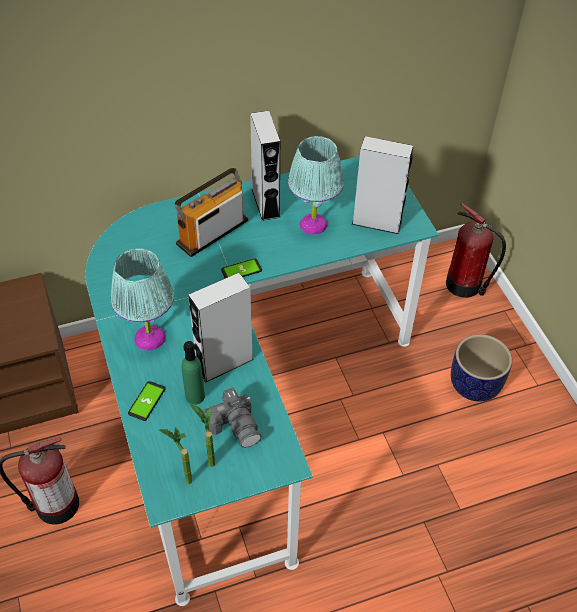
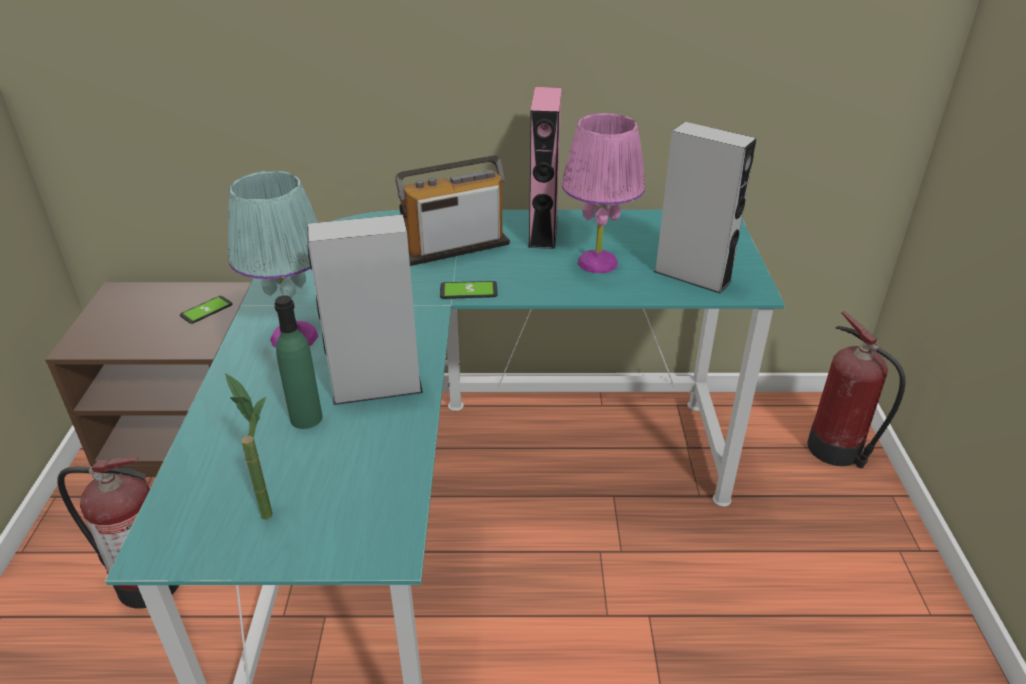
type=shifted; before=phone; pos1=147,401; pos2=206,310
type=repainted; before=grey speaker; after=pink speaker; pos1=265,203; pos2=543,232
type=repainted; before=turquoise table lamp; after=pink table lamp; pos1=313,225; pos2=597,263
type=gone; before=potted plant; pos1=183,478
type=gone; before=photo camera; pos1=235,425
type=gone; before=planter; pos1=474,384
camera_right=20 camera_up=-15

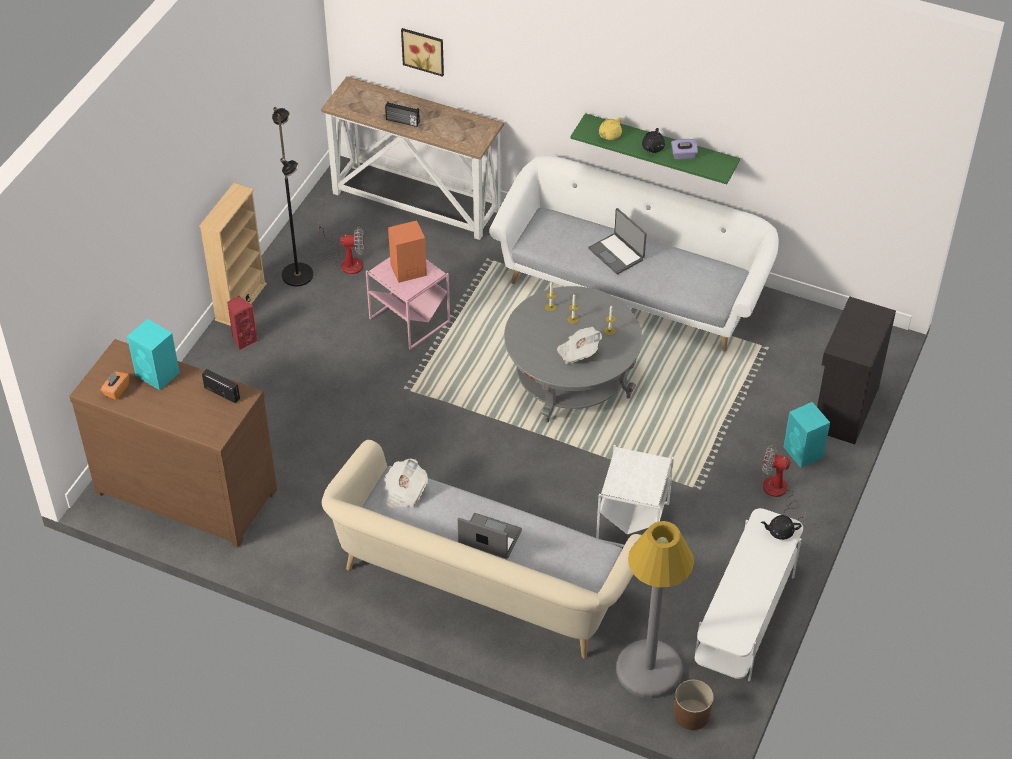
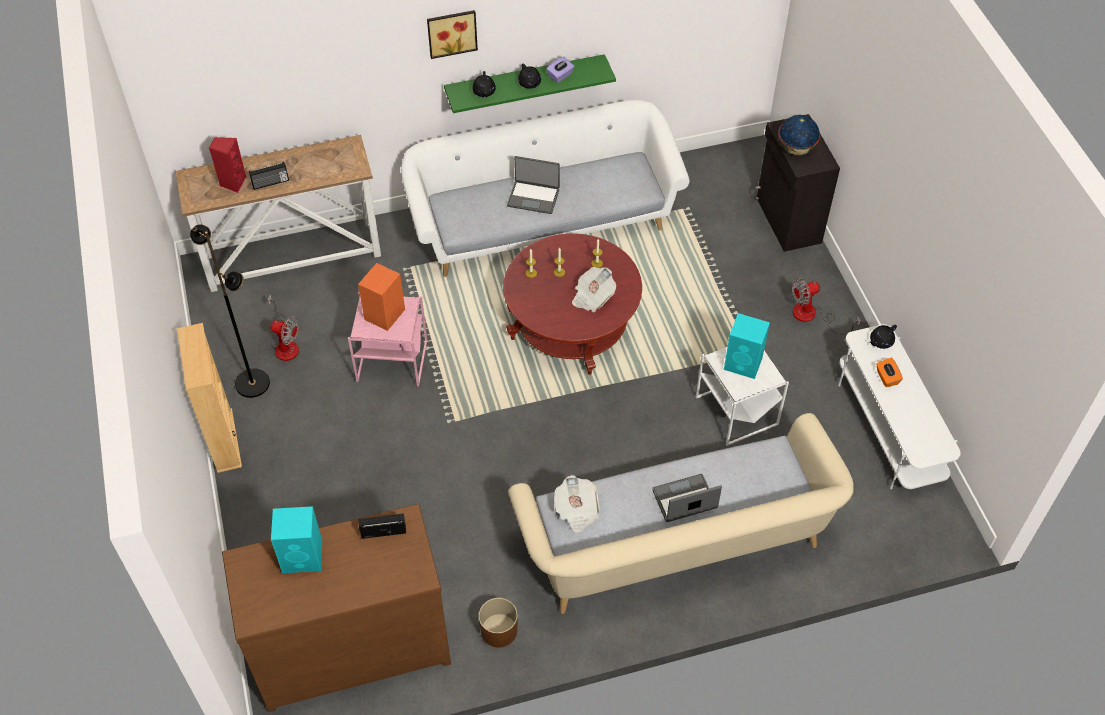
type=shifted; before=red speaker; pos1=244,340; pos2=232,183
type=rotated; before=fan; pos1=346,261; pos2=285,344; turn=60
type=shifted; before=picture; pos1=424,50; pos2=451,32
type=repainted; before=yellow teapot; after=black teapot; pos1=609,135; pos2=484,92
type=shifted; before=brown planter; pos1=691,714; pos2=498,631
type=repainted; before=grey coffee table; after=red coffee table; pos1=571,378; pos2=572,325
type=shifted; before=turquoise speaker; pos1=803,453; pos2=744,363
type=new; after=globe; pos2=796,149
type=shifted; before=orange tissue box; pos1=116,390; pos2=886,378
type=gone; before=grey floor lamp; pos1=649,669
camera_right=-40 camera_up=5

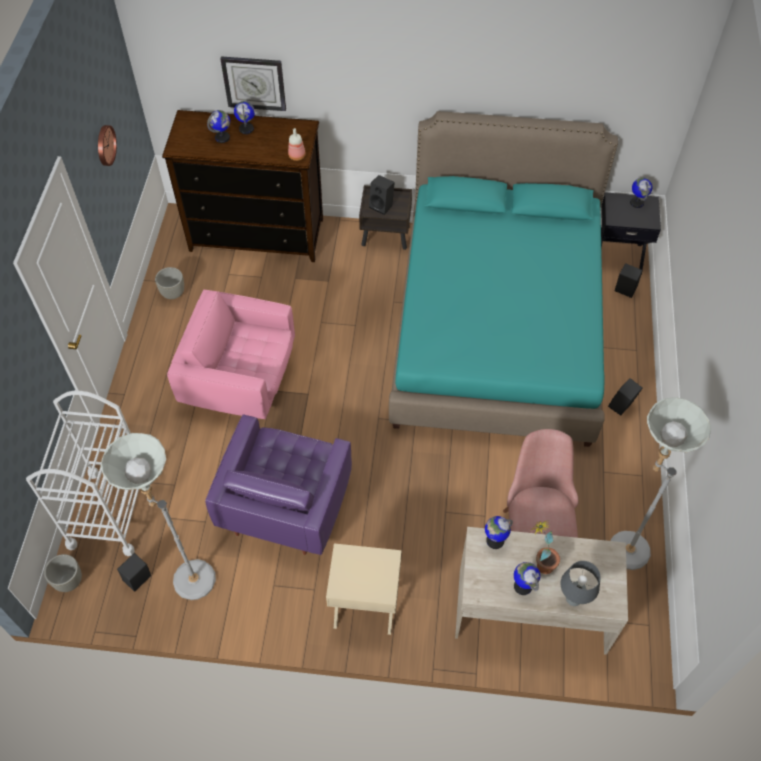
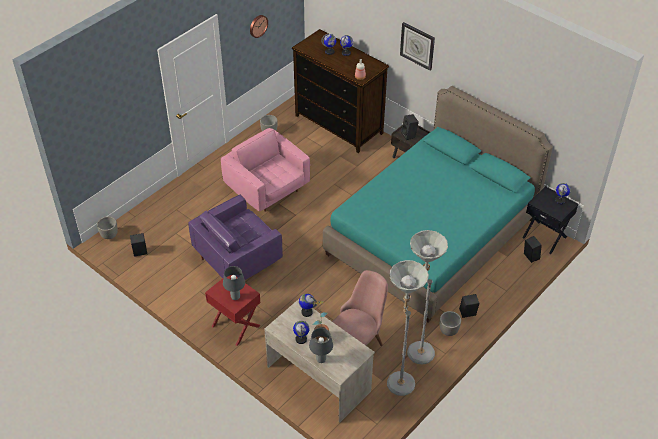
type=repainted; before=beige nightstand; after=red nightstand; pos1=365,606; pos2=235,326
type=new; after=grey table lamp; pos2=235,297
type=shifted; before=wall clock; pos1=254,83; pos2=417,46
type=shifted; before=grey floor lamp; pos1=187,575; pos2=418,348
type=new; after=grey planter; pos2=448,331
type=gone; before=white cart; pos1=111,512
camera_right=35 camera_up=-10

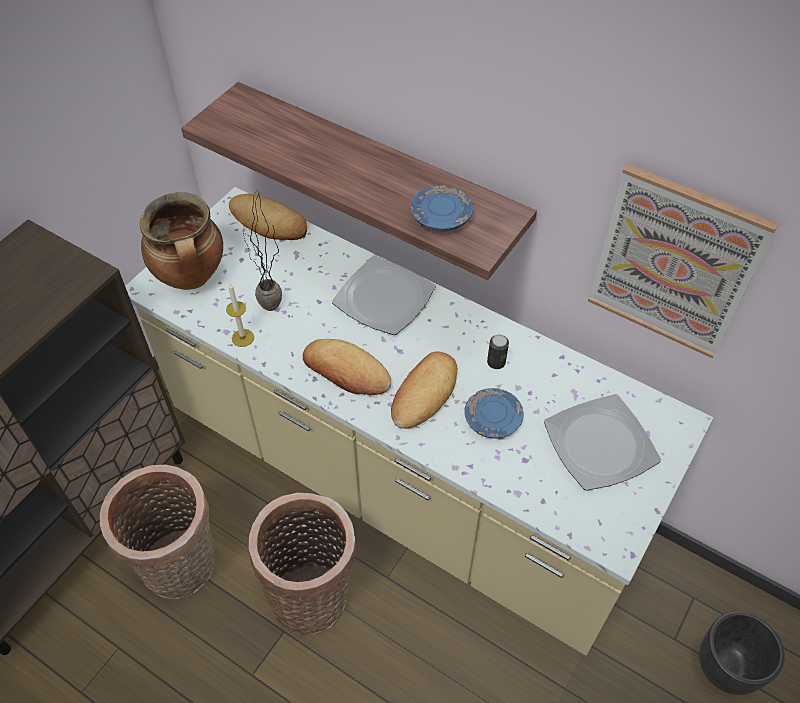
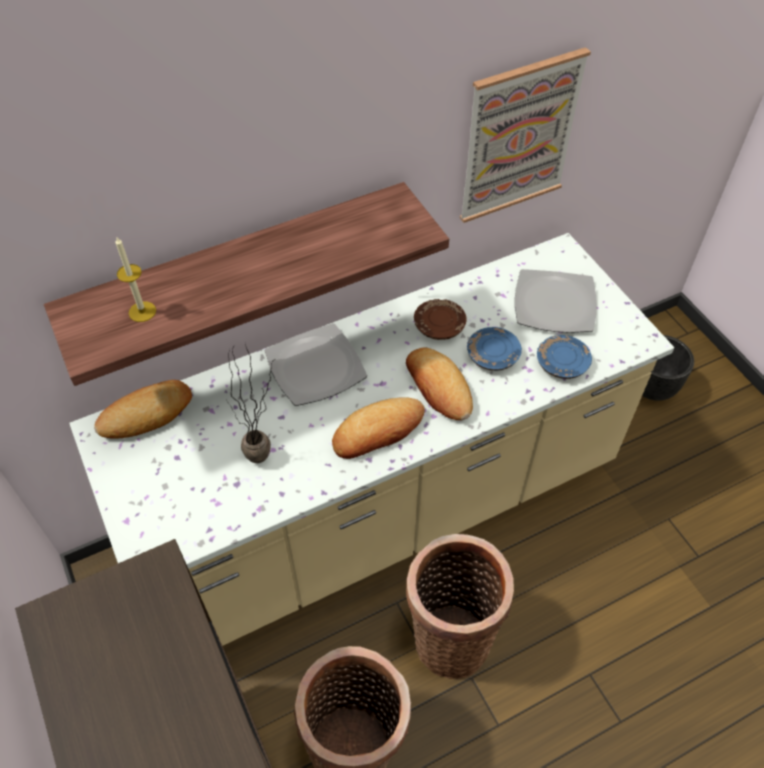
type=shifted; before=candle; pos1=243,338; pos2=142,311
type=swapped; before=can; after=brown plate; pos1=496,362; pos2=439,326
type=shifted; before=blue plate; pos1=440,217; pos2=561,363
type=gone; before=cooking pot; pos1=192,277
camera_right=-60 camera_up=0

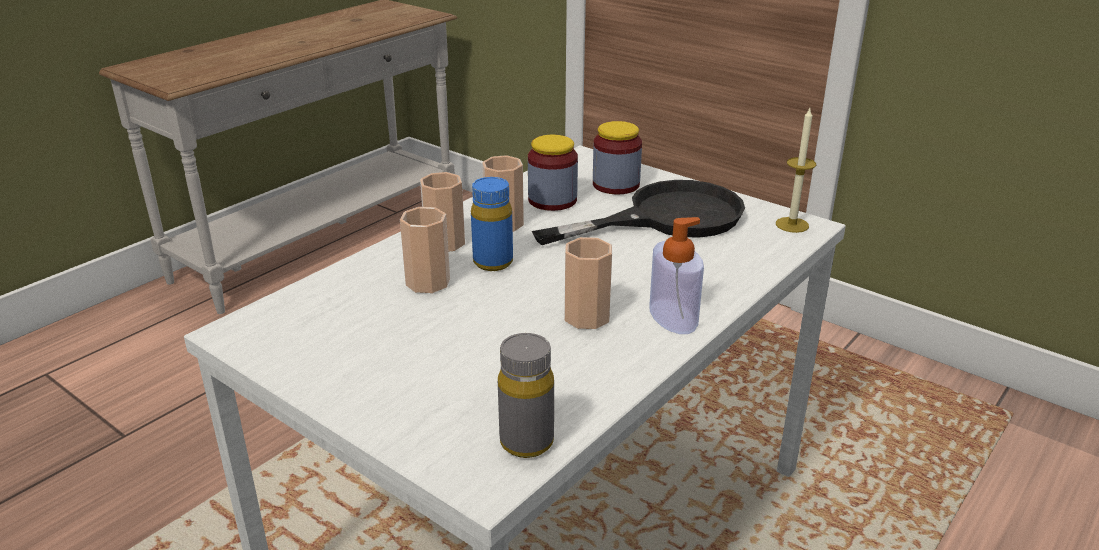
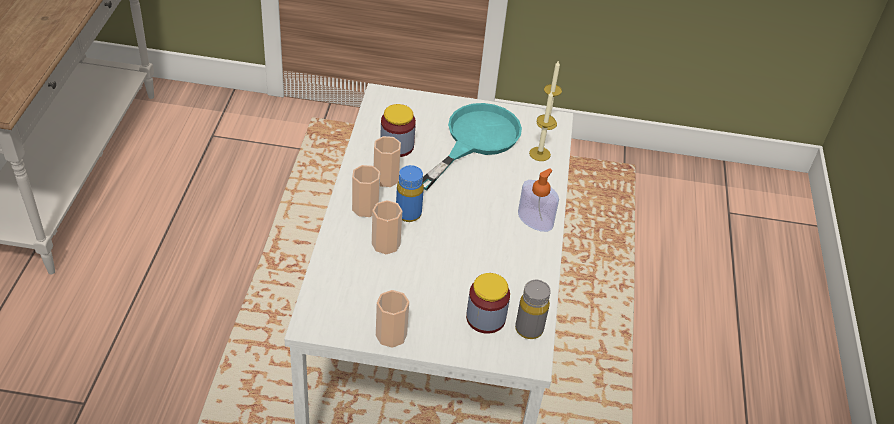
type=shifted; before=cup; pos1=587,317; pos2=391,335
type=repainted; before=black frying pan; after=turquoise frying pan; pos1=666,218; pos2=475,140
type=shifted; before=jar; pos1=616,185; pos2=485,318
type=new; after=candle; pos2=539,154
camera_right=-35 camera_up=15

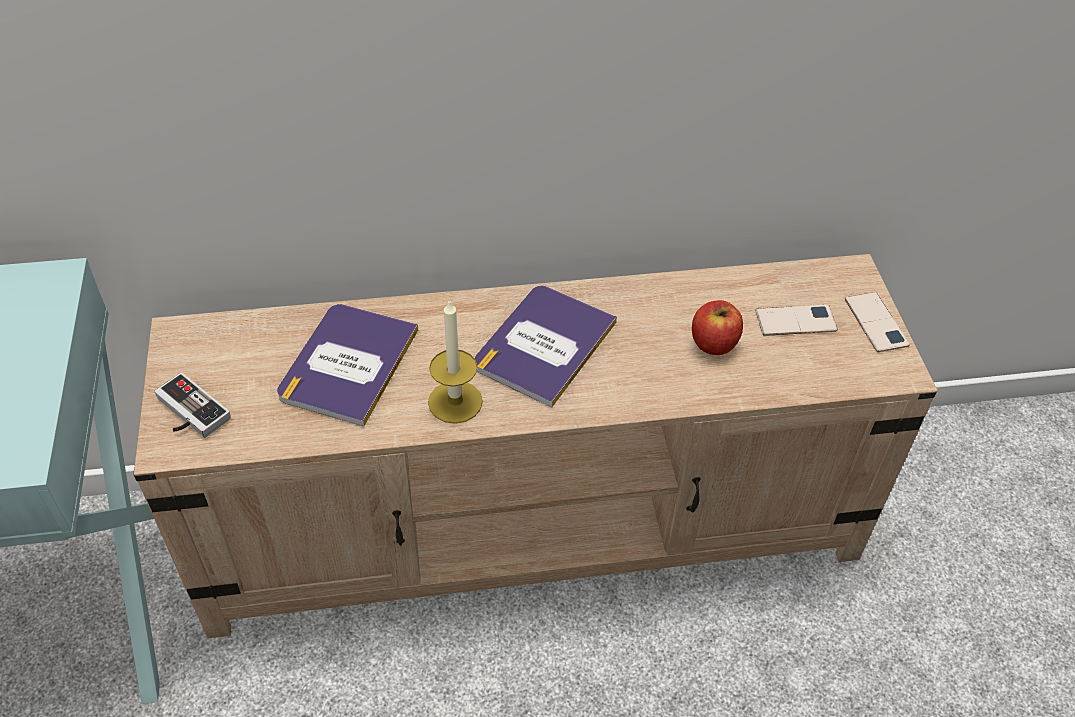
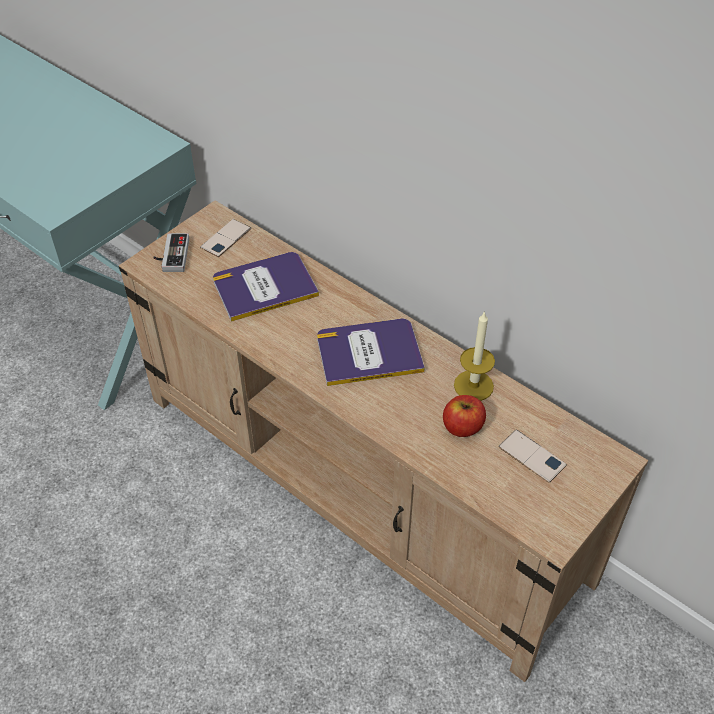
type=shifted; before=phone; pos1=876,322; pos2=226,238
type=shifted; before=candle; pos1=455,402; pos2=473,385
camera_right=50 camera_up=0

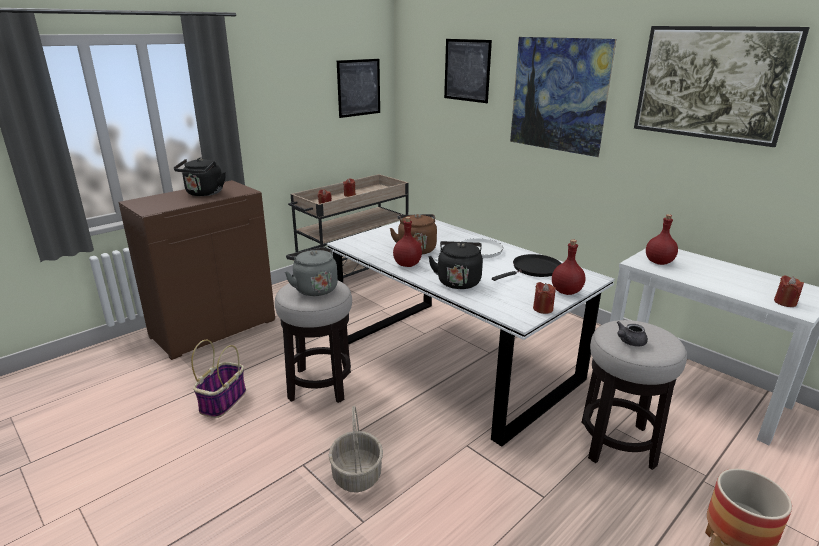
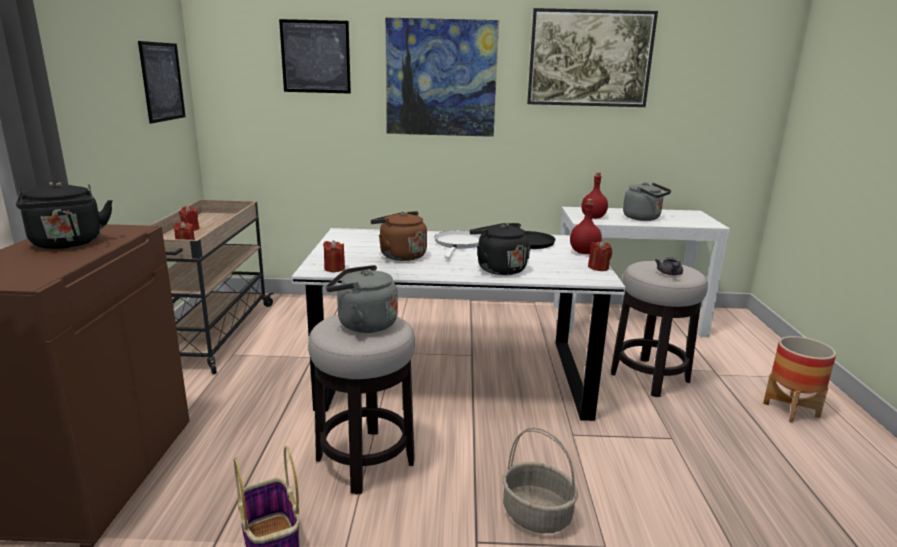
type=shifted; before=red candle; pos1=785,302; pos2=334,268
type=new; after=grey kettle; pos2=644,218
type=gone; before=red bottle; pos1=407,265
camera_right=-45 camera_up=-5

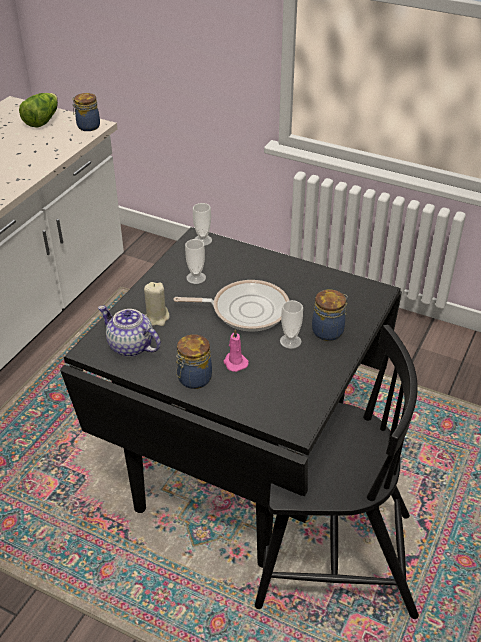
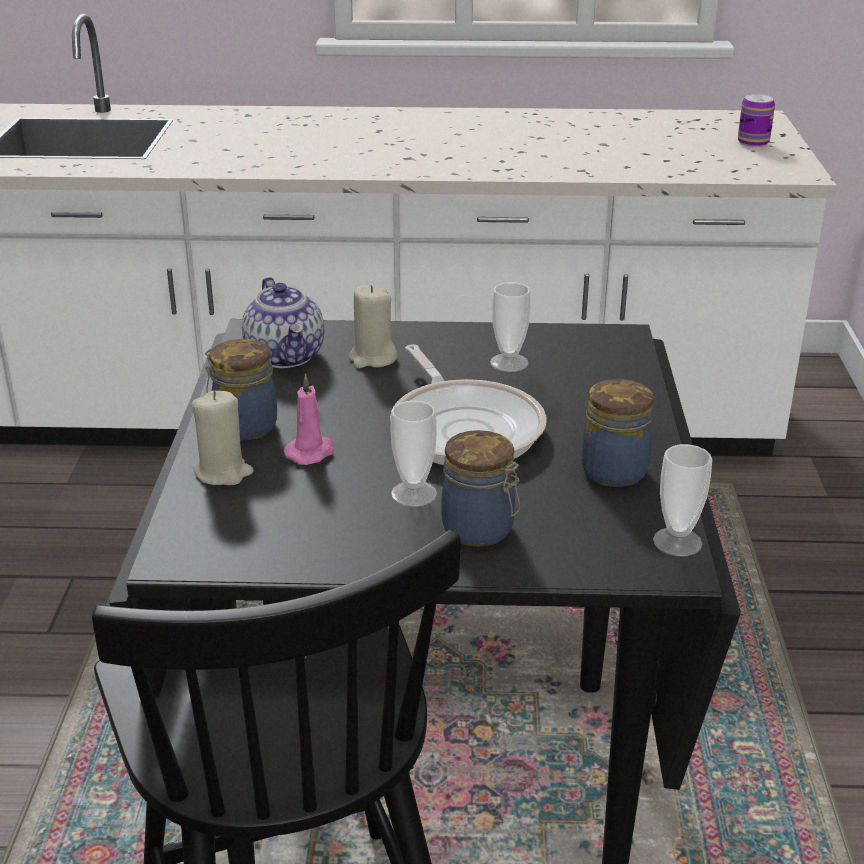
type=new; after=beige candle; pos2=223,472
type=rotated; before=teapot; pos1=130,346; pos2=286,356; turn=150
type=shifted; before=jar; pos1=87,126; pos2=613,469
type=shifted; before=cup; pos1=202,240; pos2=677,542
type=swapped; before=lettuce; after=can; pos1=42,120; pos2=753,142
camera_right=65 camera_up=-10

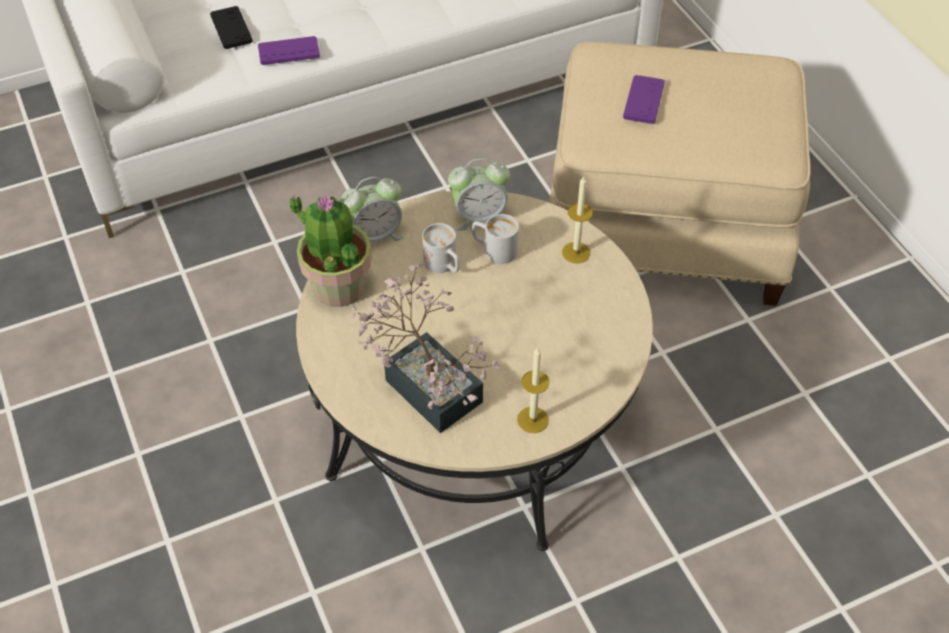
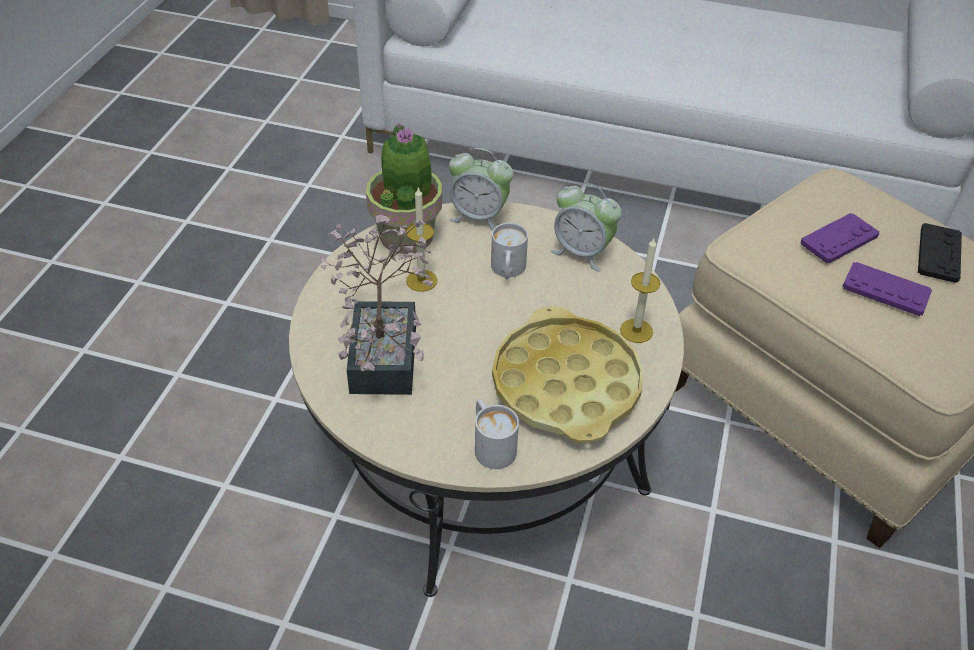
type=shifted; before=candle; pos1=532,420; pos2=421,280
type=shifted; before=white mug; pos1=494,250; pos2=491,445
type=new; after=yellow tray; pos2=566,384
type=shifted; before=purple game controller; pos1=289,52; pos2=886,290
type=shifted; before=black game controller; pos1=231,28; pos2=939,254
camera_right=40 camera_up=-5

